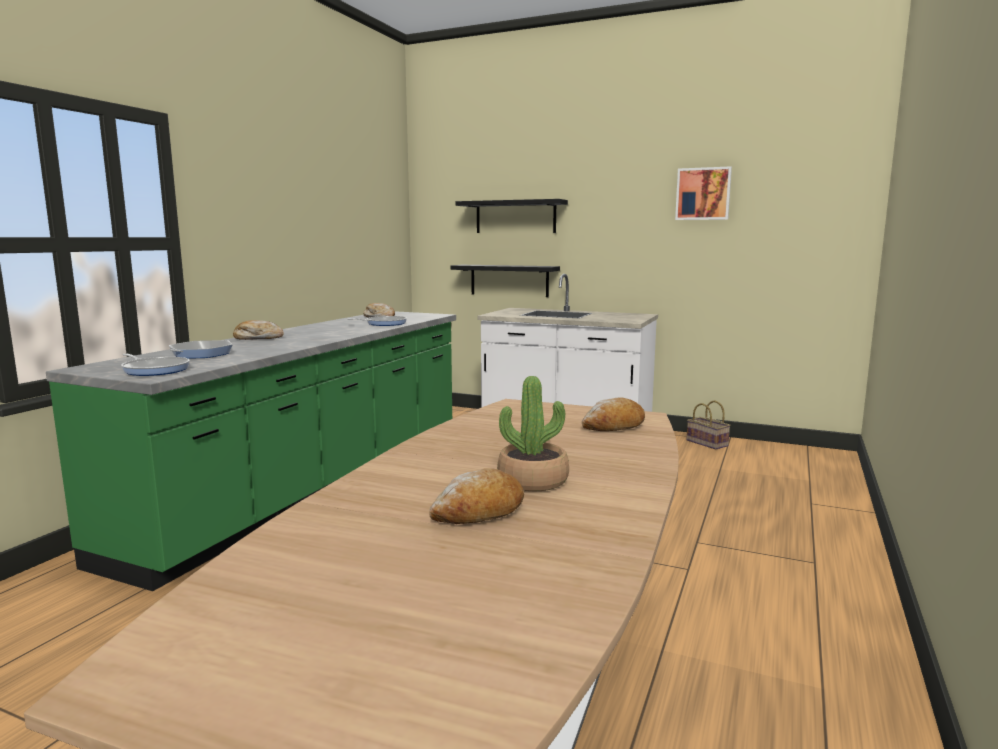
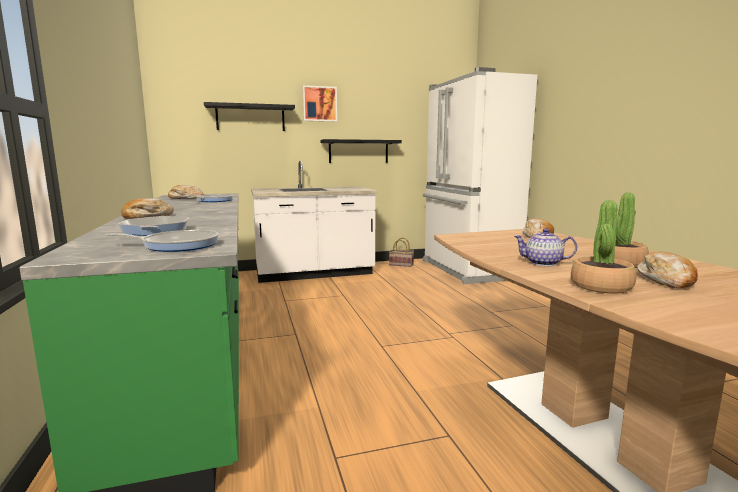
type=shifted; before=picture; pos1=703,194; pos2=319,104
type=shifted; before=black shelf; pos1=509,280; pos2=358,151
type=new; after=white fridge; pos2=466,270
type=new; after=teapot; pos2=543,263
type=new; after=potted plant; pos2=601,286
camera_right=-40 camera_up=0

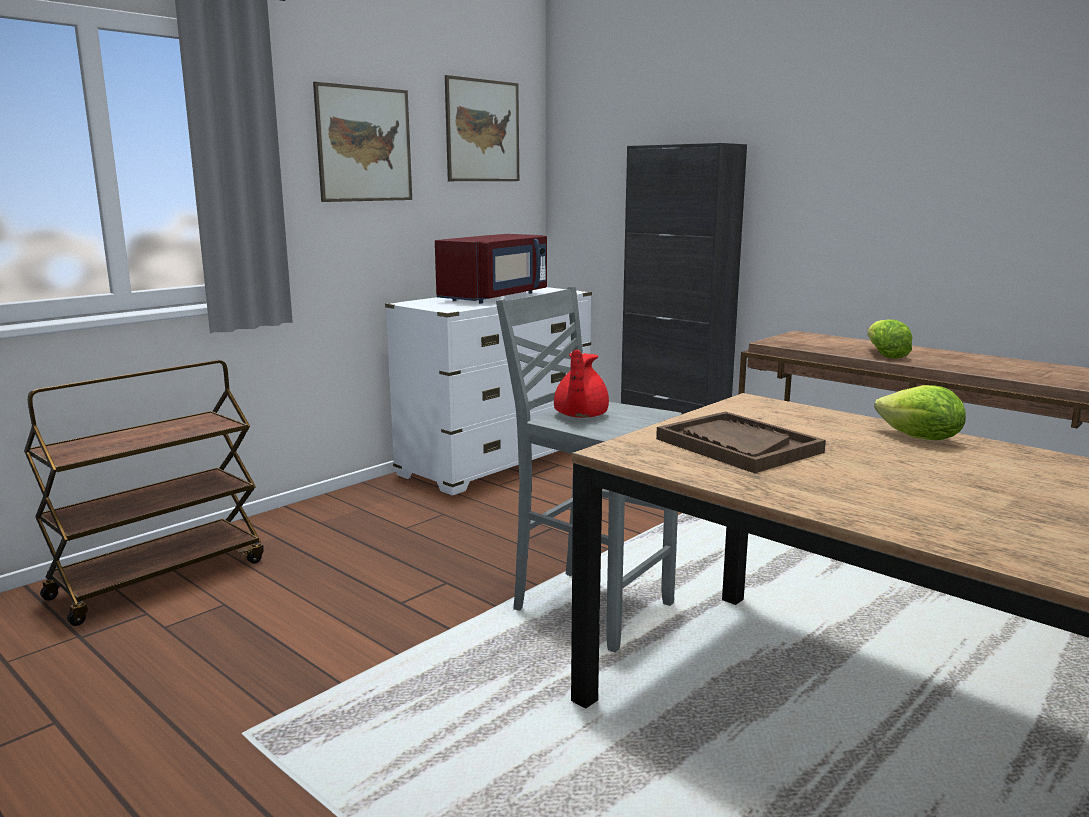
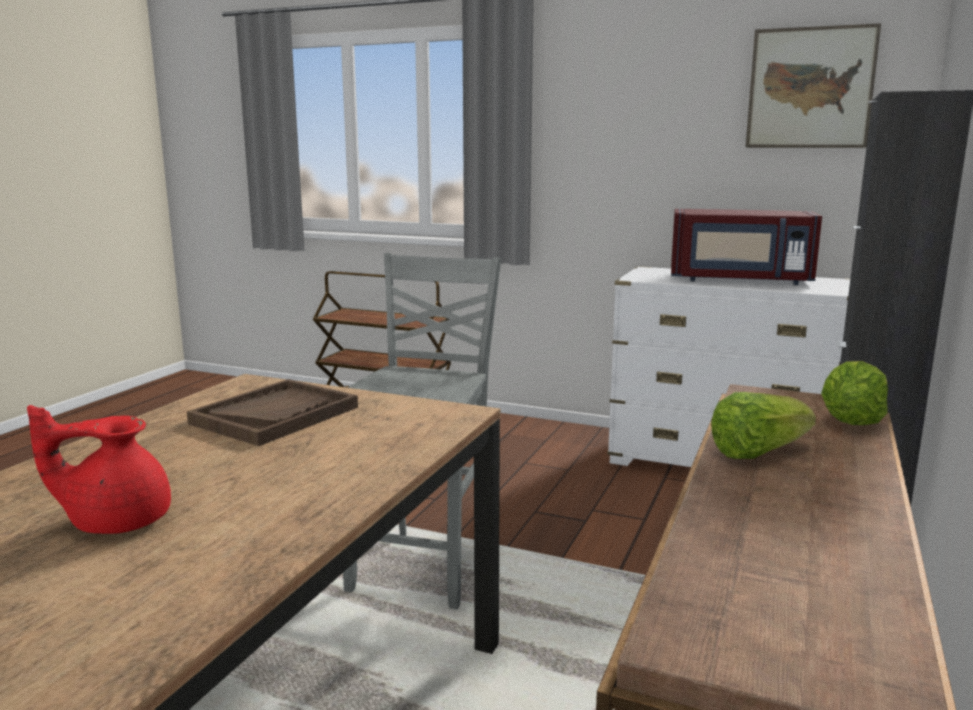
type=shifted; before=red teapot; pos1=579,415; pos2=116,520
type=shifted; before=lettuce; pos1=919,439; pos2=851,421
type=gone; before=picture; pos1=364,144
camera_right=70 camera_up=0

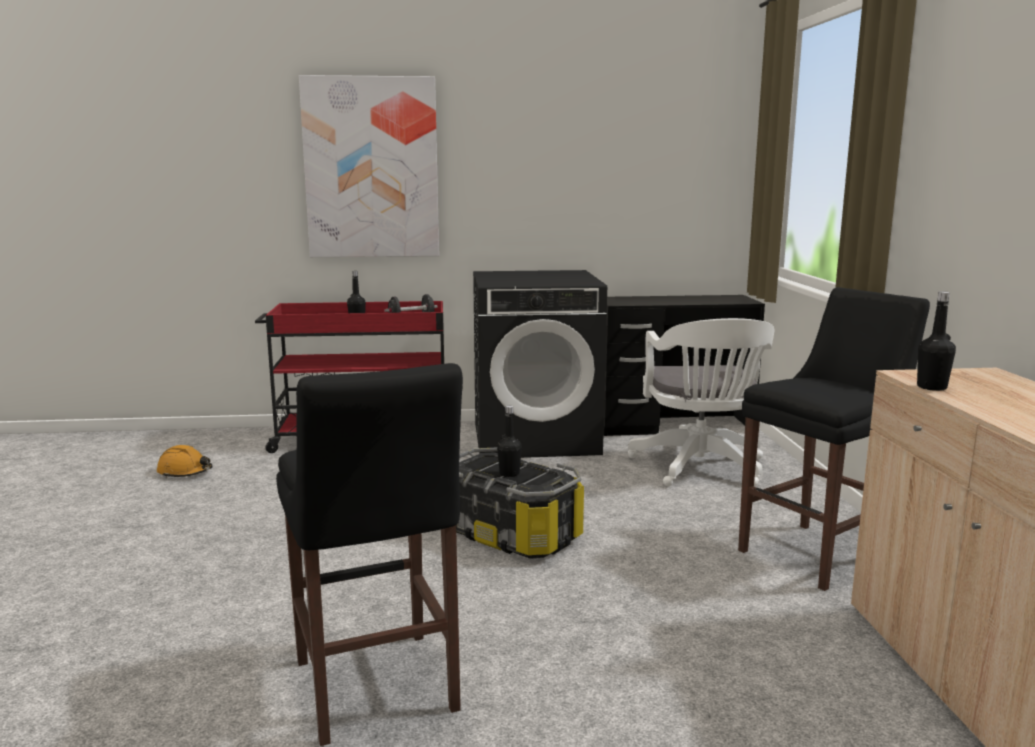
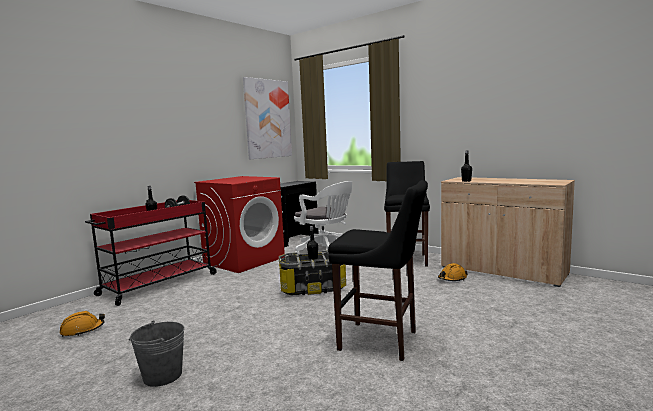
type=new; after=grey bucket; pos2=162,375
type=repainted; before=black washing machine; after=red washing machine; pos1=536,438; pos2=244,260
type=shifted; before=picture; pos1=371,168; pos2=267,119
type=new; after=orange hard hat; pos2=452,279
camera_right=-45 camera_up=-5

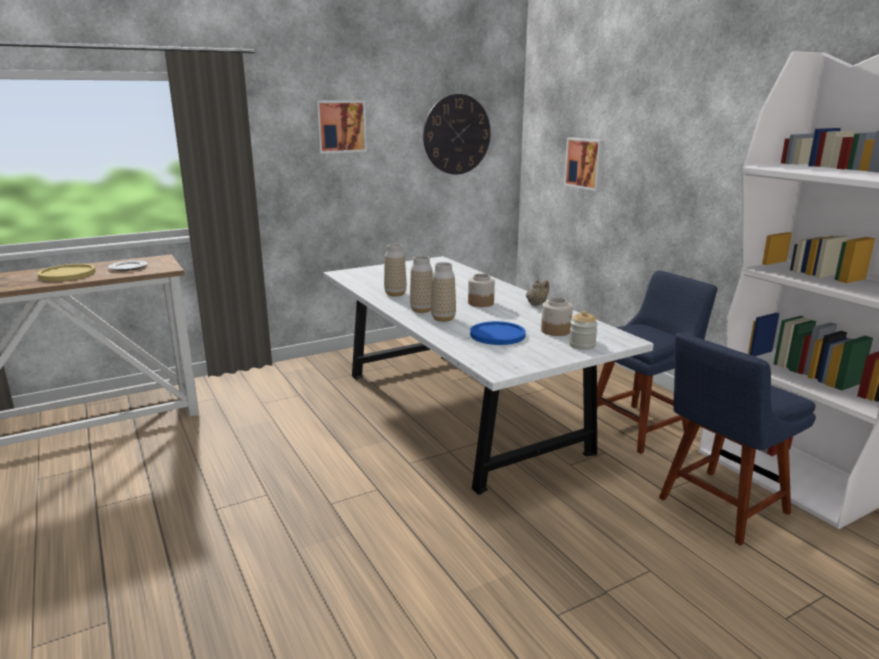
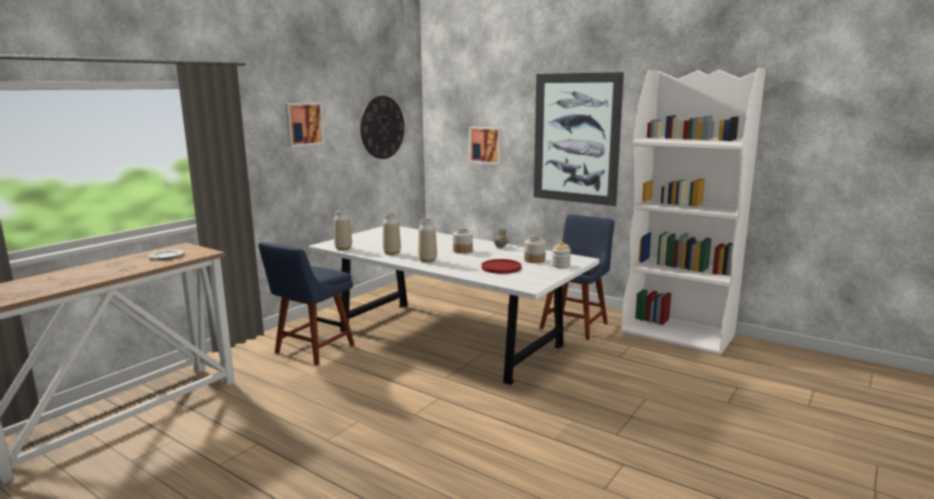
type=shifted; before=blue chair; pos1=719,507; pos2=312,350
type=shifted; before=vase; pos1=443,318; pos2=343,248
type=repainted; before=blue plate; after=red plate; pos1=497,335; pos2=501,267
type=new; after=picture; pos2=576,138
type=gone; before=yellow plate; pos1=67,274
camera_right=-25 camera_up=-5

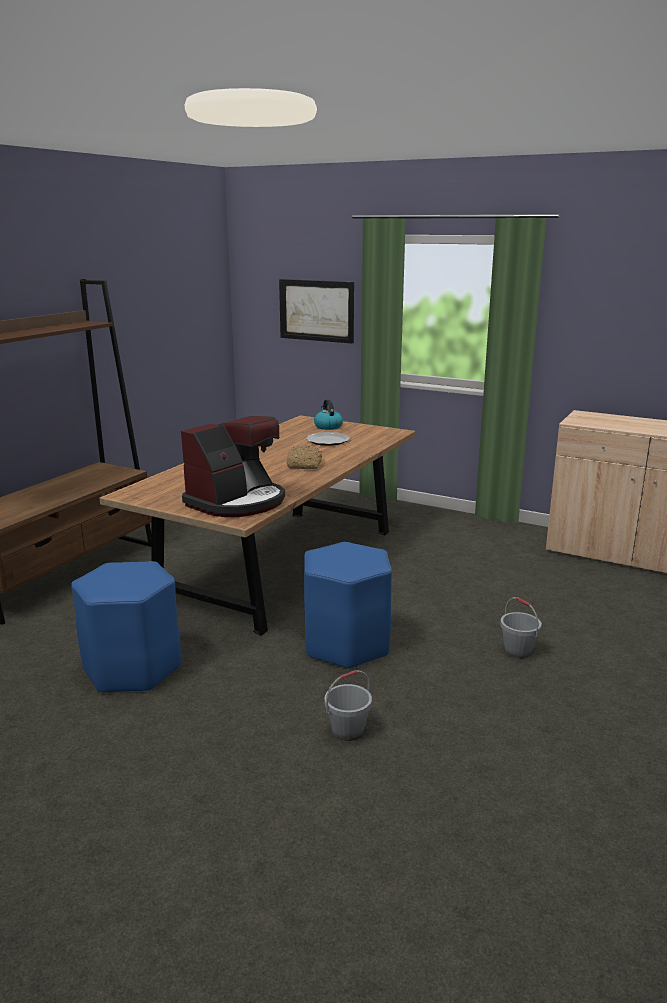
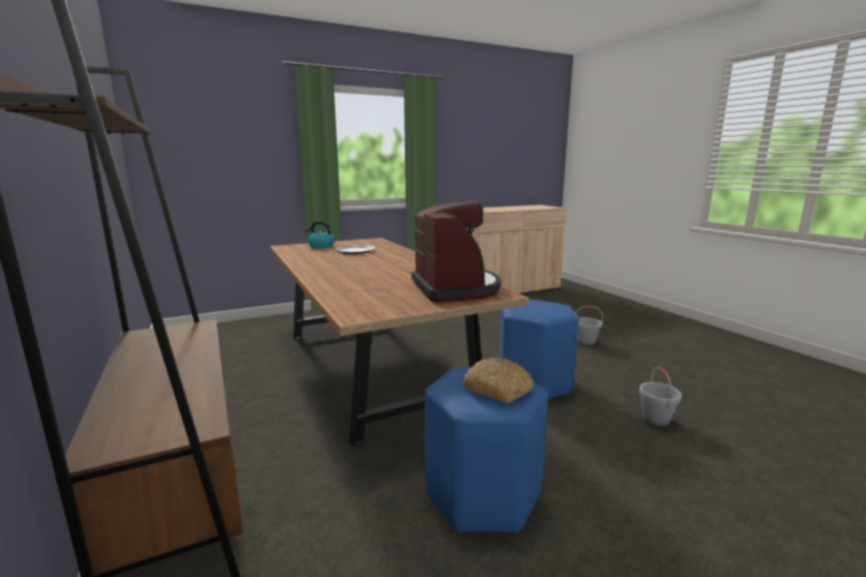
type=shifted; before=bread; pos1=305,464; pos2=498,389
type=gone; before=picture; pos1=316,310
camera_right=-55 camera_up=-5

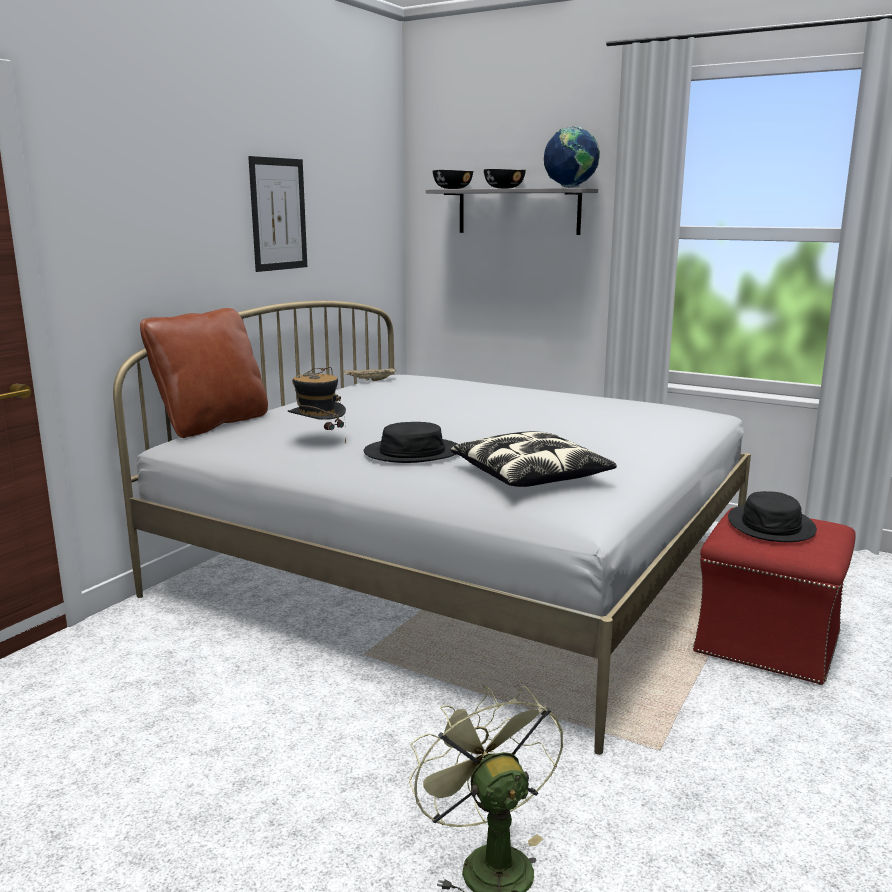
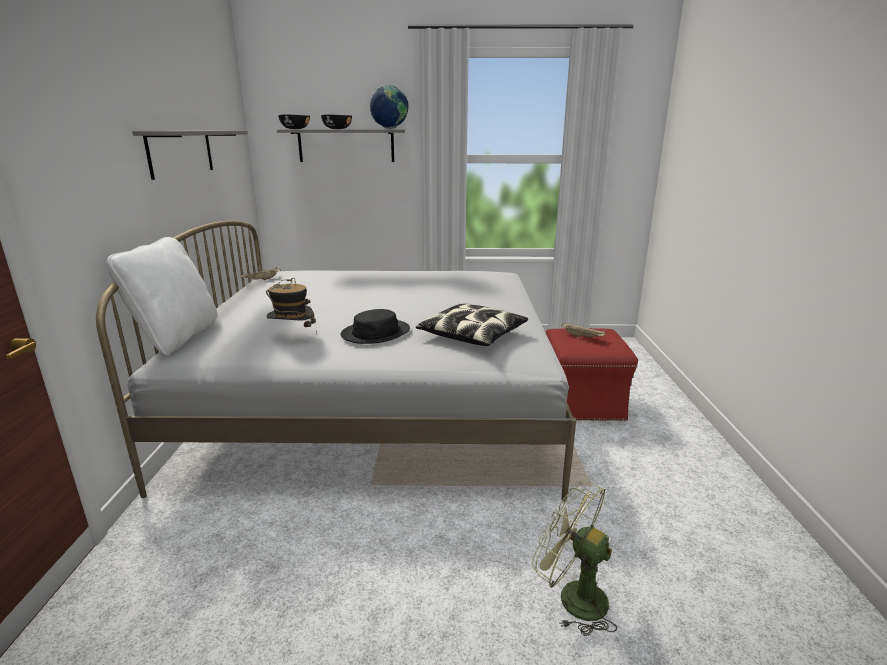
type=repainted; before=brown pillow; after=white pillow; pos1=212,424; pos2=177,337
type=swapped; before=picture; after=grey shelf; pos1=278,214; pos2=181,152
type=swapped; before=black hat; after=beige tray; pos1=771,525; pos2=583,337
camera_right=-30 camera_up=5

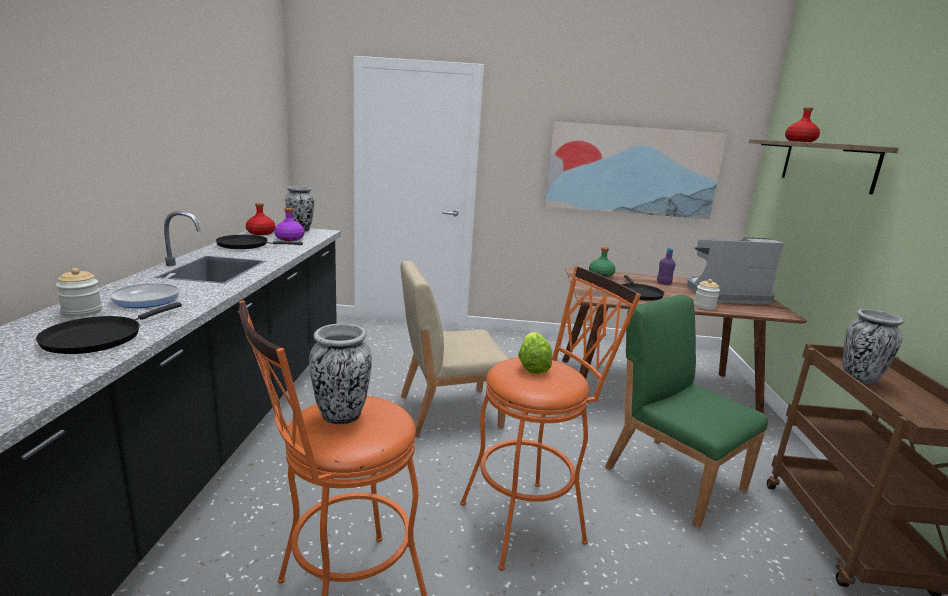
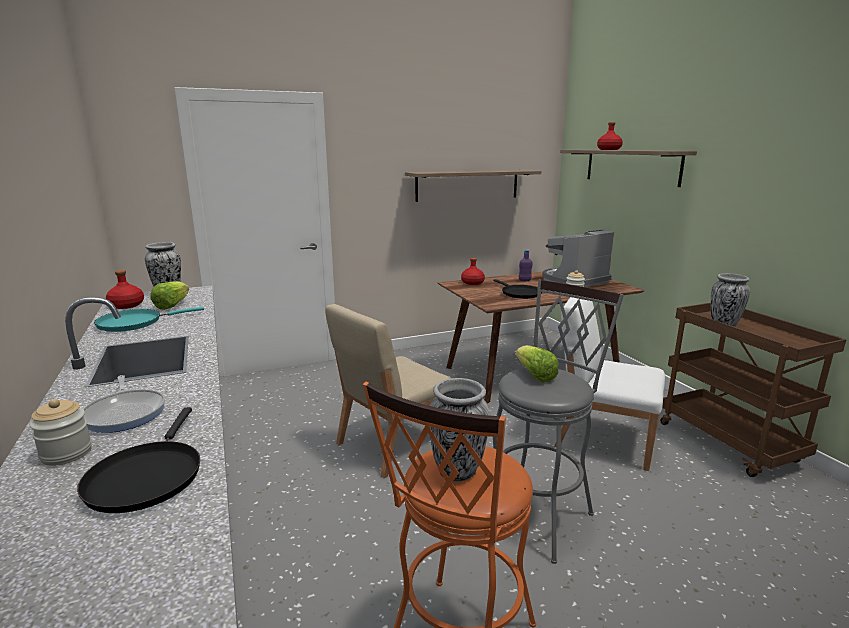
type=repainted; before=black frying pan; after=turquoise frying pan; pos1=246,245; pos2=134,323
type=swapped; before=purple bottle; after=lettuce; pos1=289,239; pos2=172,305
type=swapped; before=picture; after=shelf; pos1=632,170; pos2=467,185
type=repainted; before=green bottle; after=red bottle; pos1=601,275; pos2=472,283
type=repainted; before=orange stool; after=grey stool; pos1=531,519; pos2=540,512
type=repainted; before=green chair; after=white chair; pos1=673,477; pos2=603,438
camera_right=-25 camera_up=0

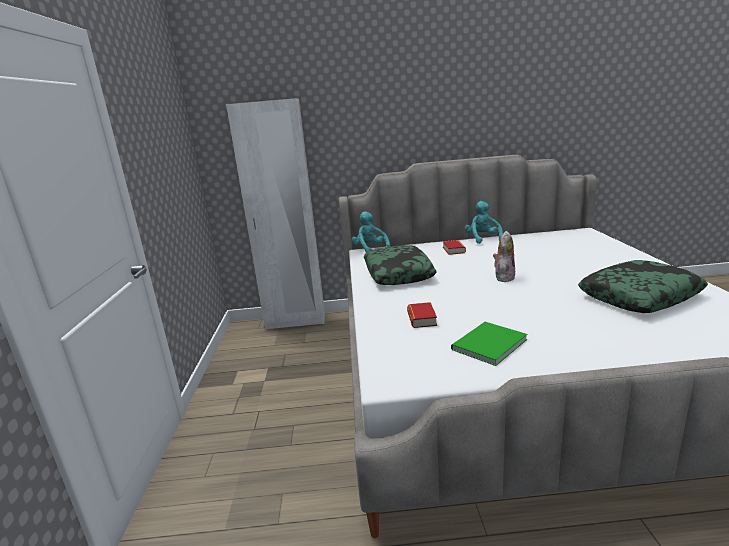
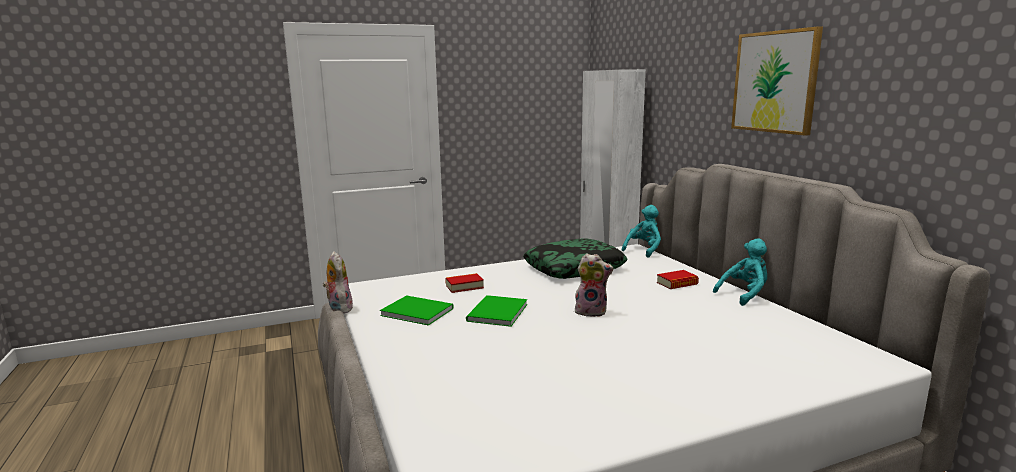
type=new; after=plush toy; pos2=338,308
type=new; after=green book; pos2=495,313
type=new; after=picture; pos2=775,82
type=gone; before=pillow; pos1=639,296
camera_right=70 camera_up=-5

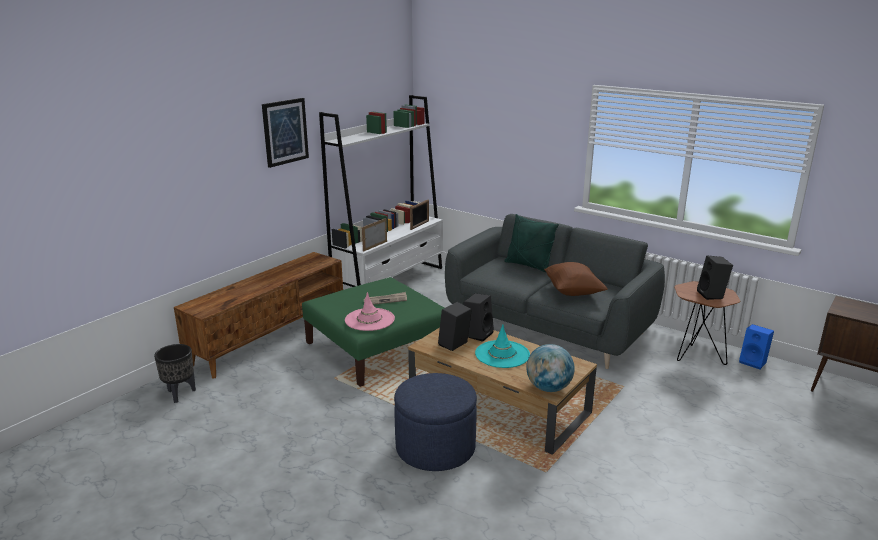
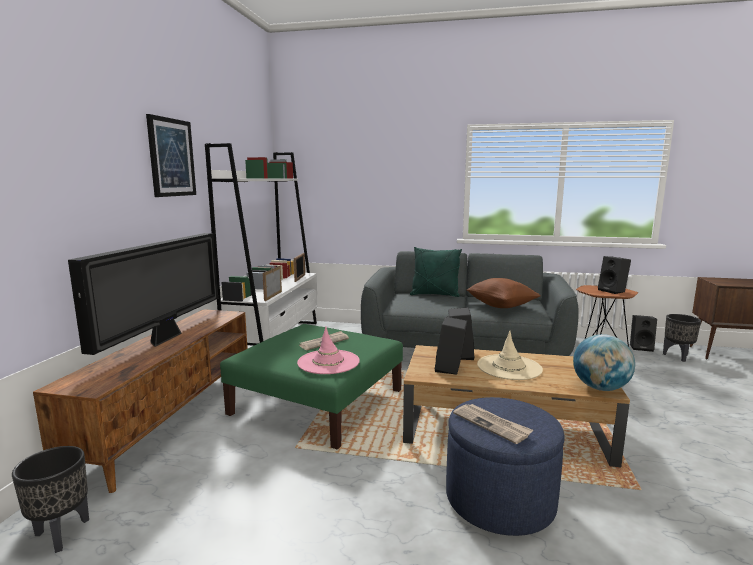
type=new; after=television; pos2=165,338
type=new; after=newspaper; pos2=492,424
type=repainted; before=turquoise hat; after=beige hat; pos1=502,354; pos2=509,367
type=repainted; before=blue speaker; after=black speaker; pos1=754,362; pos2=641,347
type=new; after=black planter; pos2=677,356
camera_right=-25 camera_up=-10

